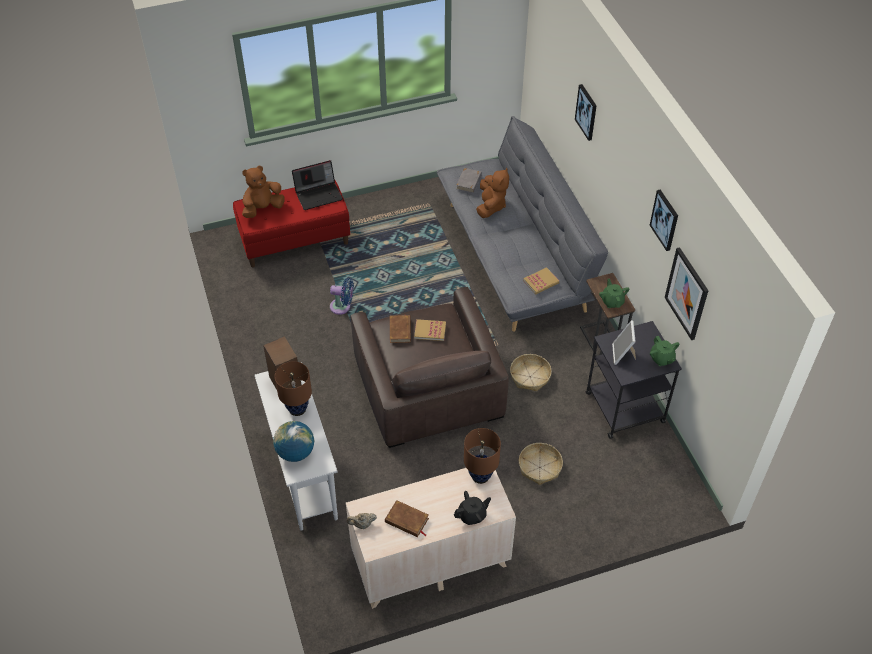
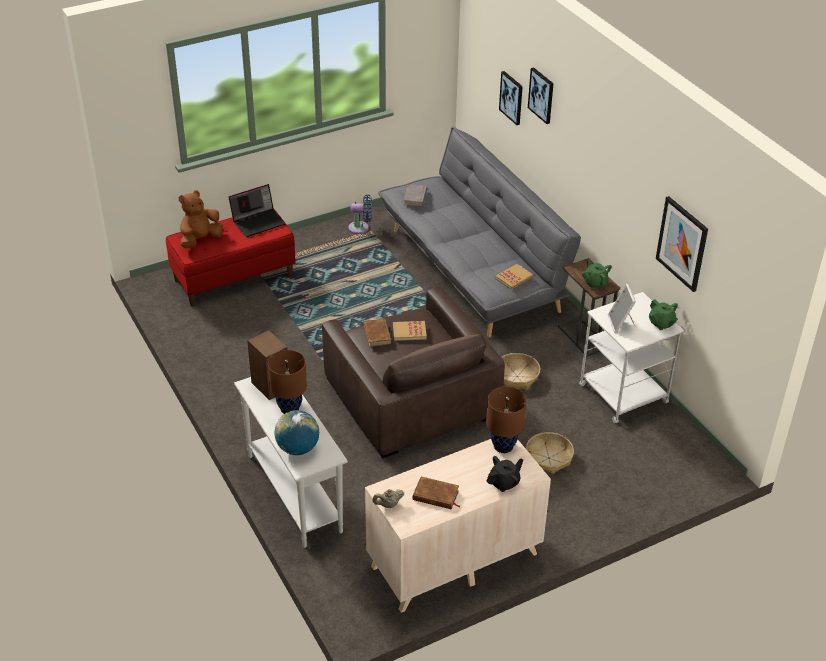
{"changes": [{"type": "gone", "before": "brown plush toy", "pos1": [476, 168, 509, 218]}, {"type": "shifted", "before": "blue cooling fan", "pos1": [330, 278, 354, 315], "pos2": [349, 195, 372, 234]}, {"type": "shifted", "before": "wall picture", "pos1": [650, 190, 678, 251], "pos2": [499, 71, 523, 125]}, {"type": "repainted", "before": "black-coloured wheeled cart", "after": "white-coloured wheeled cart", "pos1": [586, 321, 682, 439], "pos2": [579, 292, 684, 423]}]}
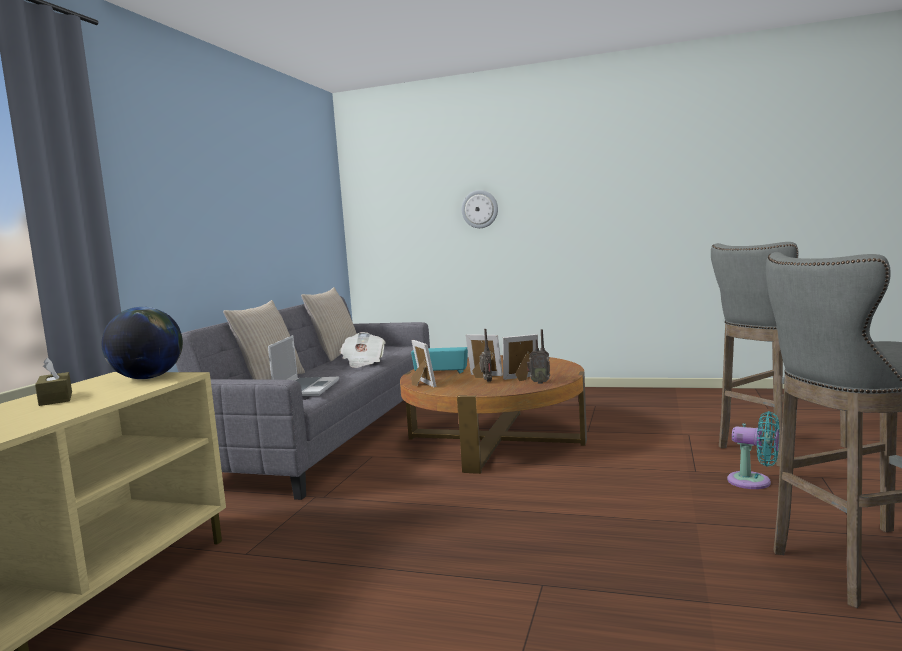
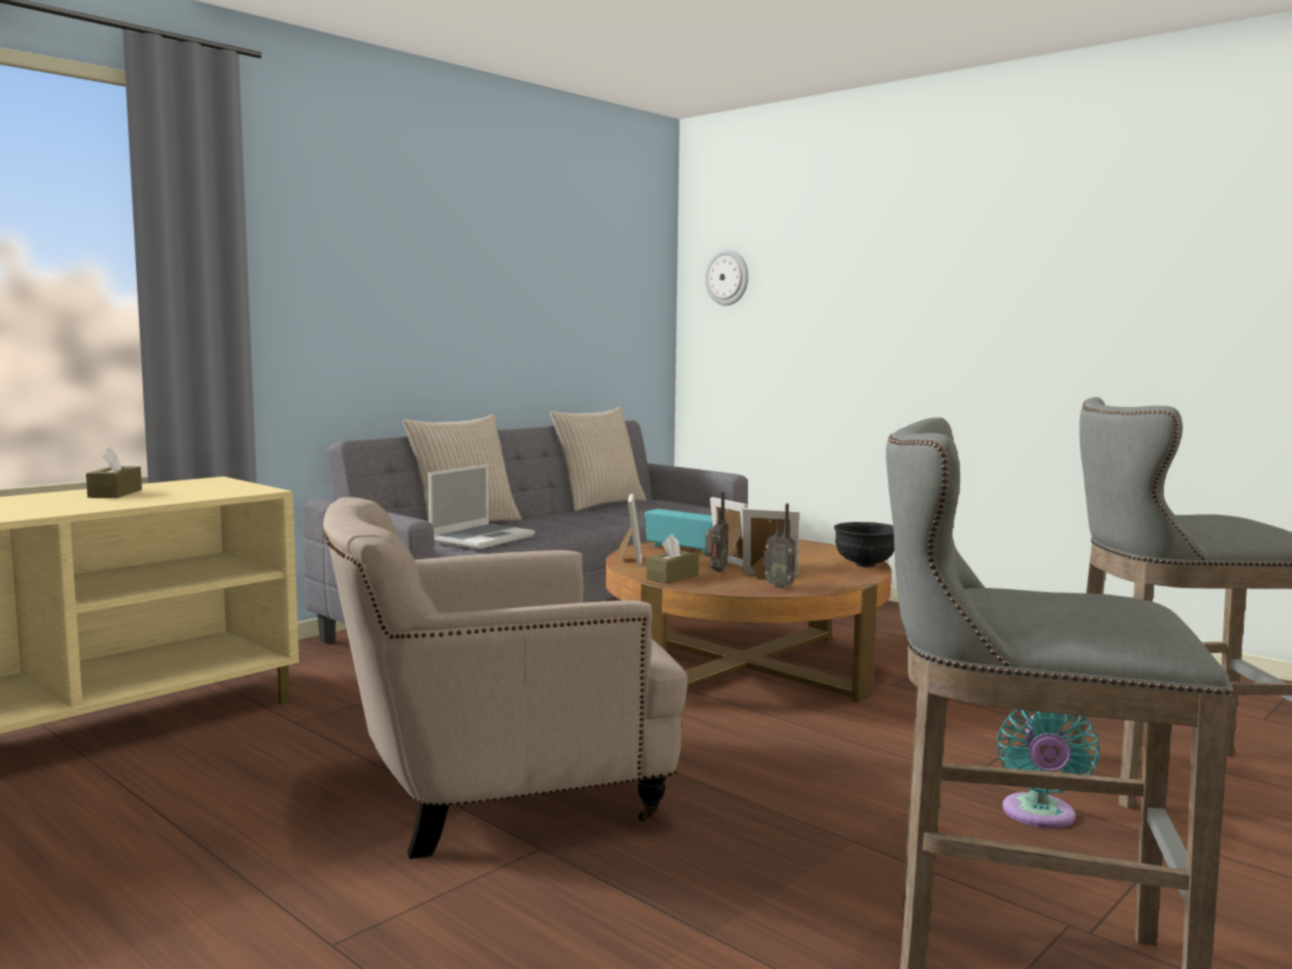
{"changes": [{"type": "gone", "before": "desk globe", "pos1": [102, 307, 183, 379]}, {"type": "gone", "before": "newspaper", "pos1": [340, 332, 386, 368]}, {"type": "new", "after": "sand-coloured lounge chair", "pos2": [322, 497, 687, 859]}, {"type": "new", "after": "brown tissue box", "pos2": [646, 534, 699, 583]}, {"type": "new", "after": "black-coloured bowl", "pos2": [834, 522, 894, 567]}, {"type": "shifted", "before": "clock on the wall", "pos1": [462, 190, 498, 228], "pos2": [705, 249, 748, 306]}, {"type": "rotated", "before": "blue-green cooling fan", "pos1": [727, 411, 780, 489], "pos2": [997, 709, 1099, 828], "turn": 45}]}
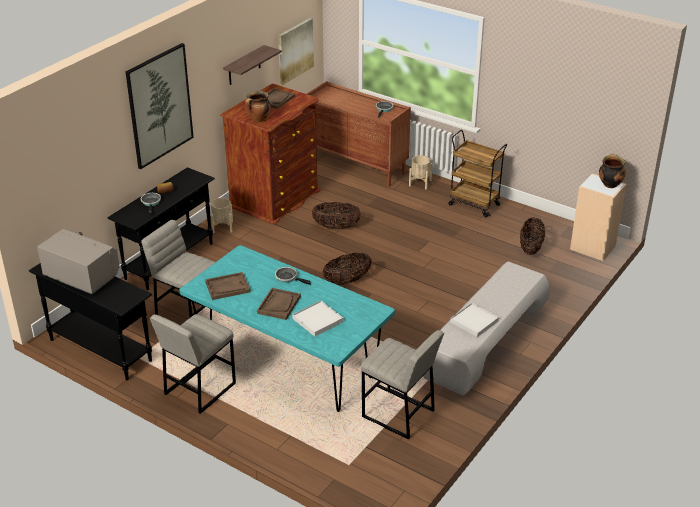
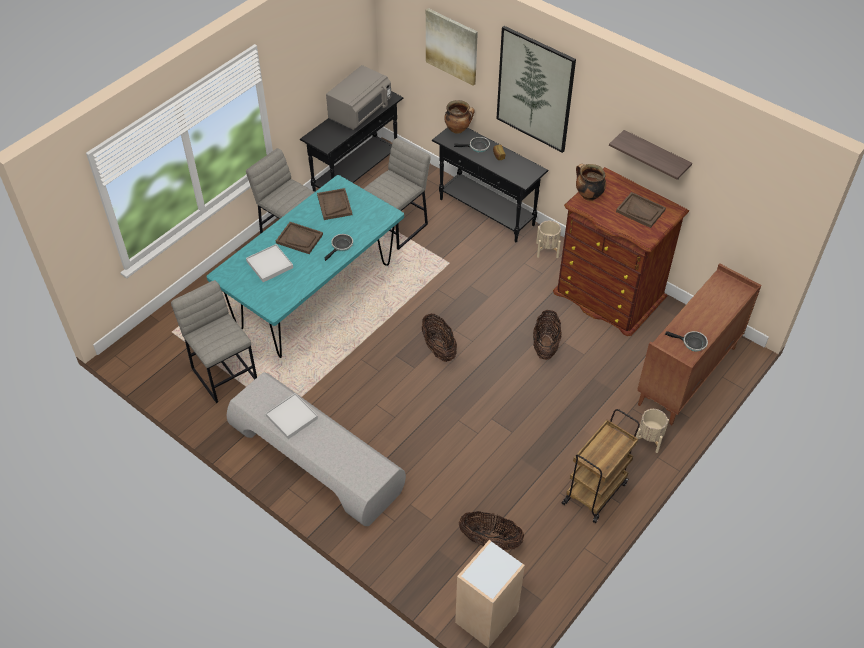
{"changes": [{"type": "shifted", "before": "wall picture", "pos1": [278, 18, 314, 85], "pos2": [426, 8, 478, 86]}, {"type": "shifted", "before": "stockpot", "pos1": [599, 153, 626, 188], "pos2": [444, 100, 475, 134]}, {"type": "rotated", "before": "grey upright chair", "pos1": [361, 330, 444, 439], "pos2": [171, 280, 257, 403], "turn": 105}]}
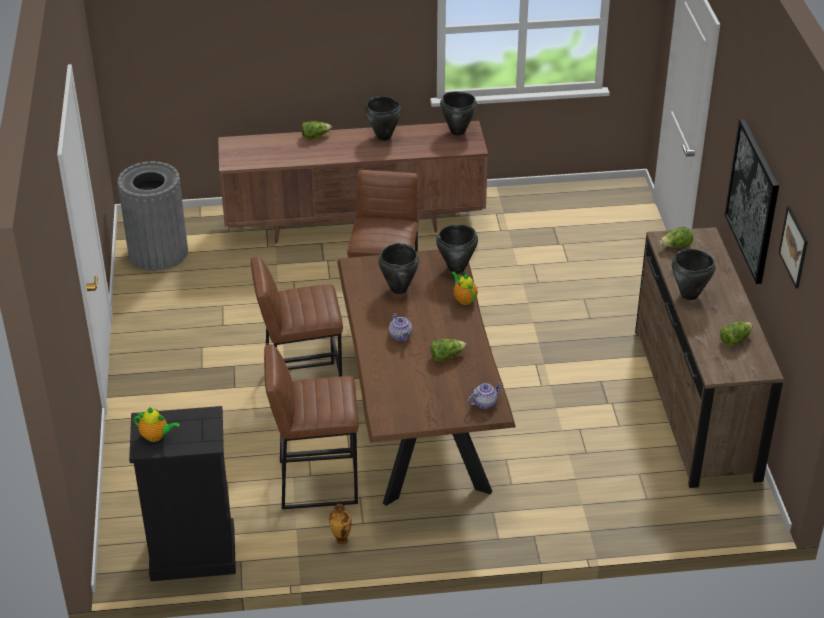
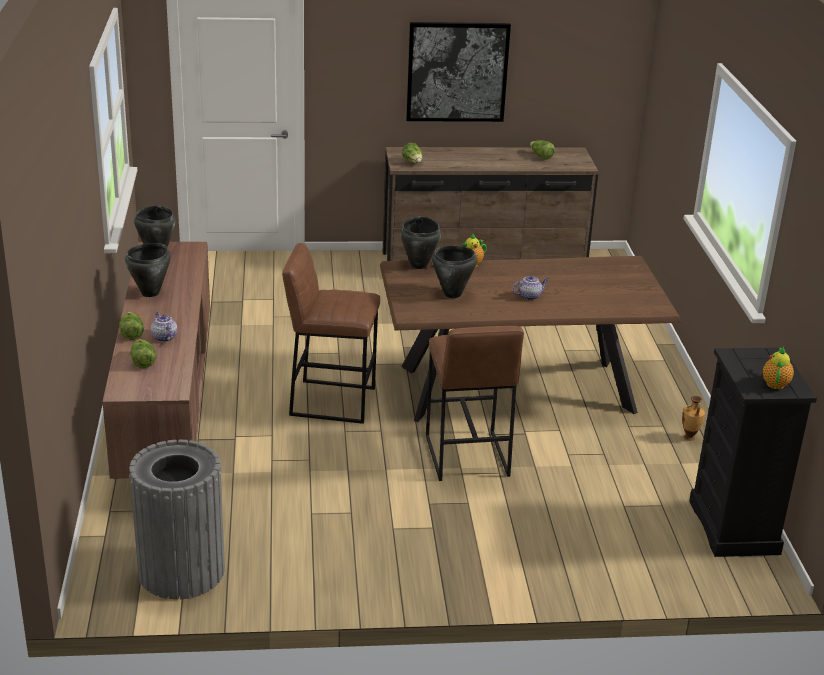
{"changes": [{"type": "gone", "before": "brown stool", "pos1": [264, 344, 359, 509]}, {"type": "gone", "before": "black-coloured stockpot", "pos1": [672, 249, 715, 300]}, {"type": "gone", "before": "wall picture", "pos1": [779, 206, 808, 288]}, {"type": "shifted", "before": "lettuce", "pos1": [430, 339, 466, 361], "pos2": [130, 339, 157, 368]}, {"type": "shifted", "before": "tea pot", "pos1": [468, 383, 503, 409], "pos2": [151, 312, 177, 342]}]}
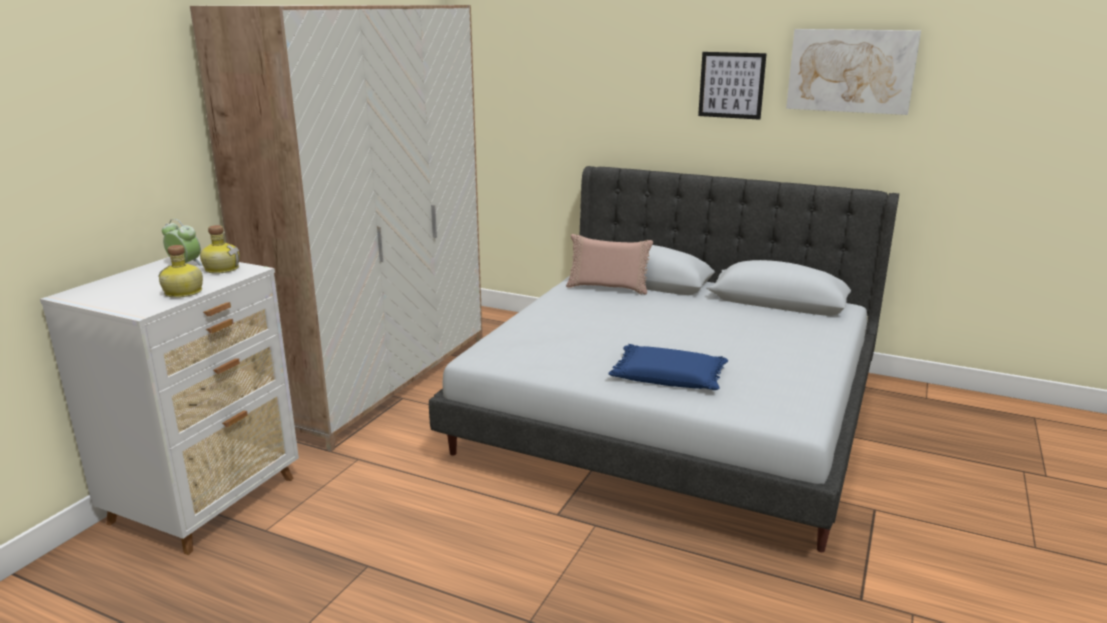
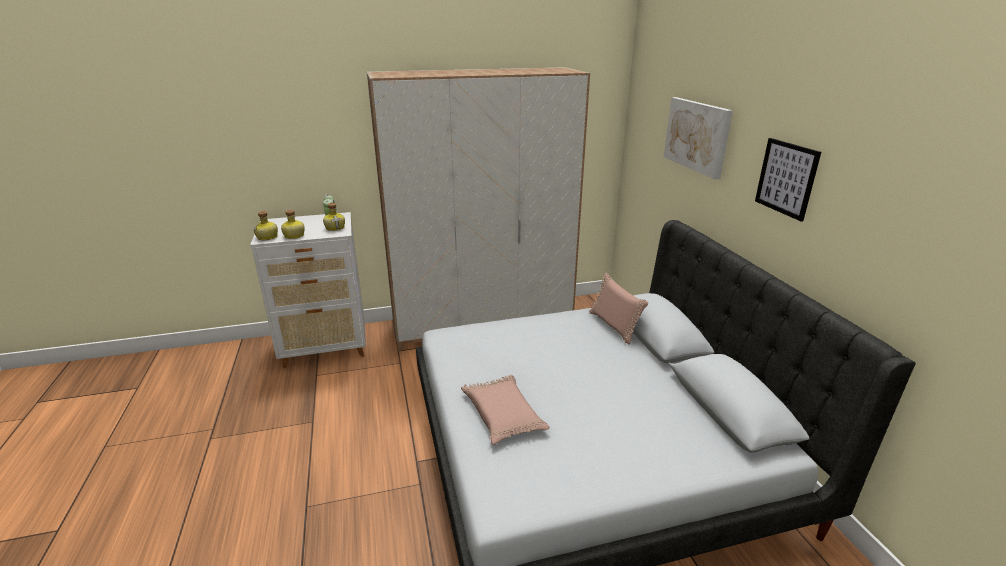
{"changes": [{"type": "new", "after": "drink bottle", "pos2": [254, 211, 278, 240]}, {"type": "shifted", "before": "wall picture", "pos1": [786, 29, 921, 115], "pos2": [664, 97, 733, 179]}, {"type": "repainted", "before": "blue pillow", "after": "sand-coloured pillow", "pos1": [608, 344, 728, 390], "pos2": [461, 375, 550, 445]}]}
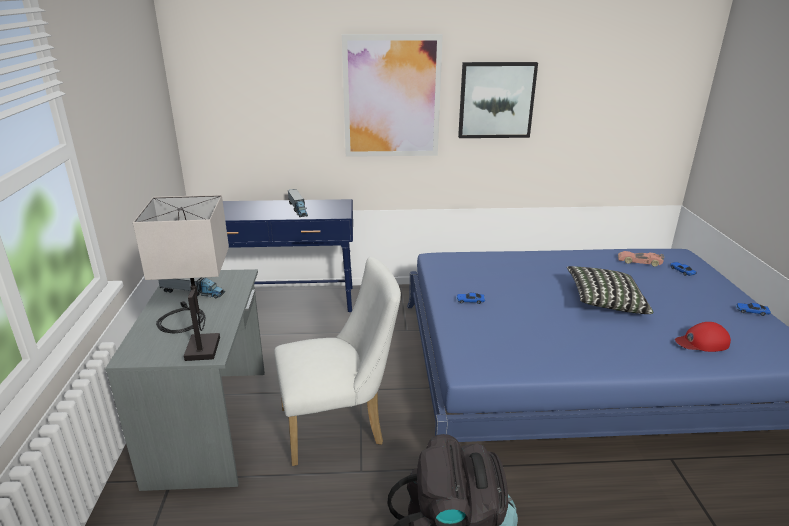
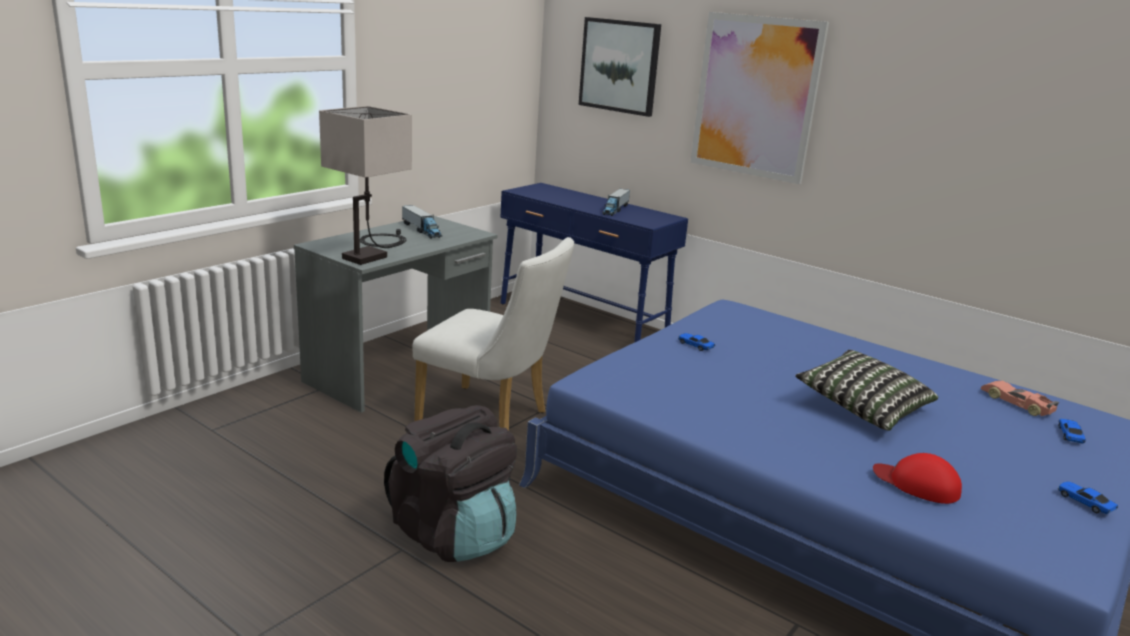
{"changes": [{"type": "shifted", "before": "wall picture", "pos1": [458, 62, 538, 138], "pos2": [579, 17, 661, 117]}]}
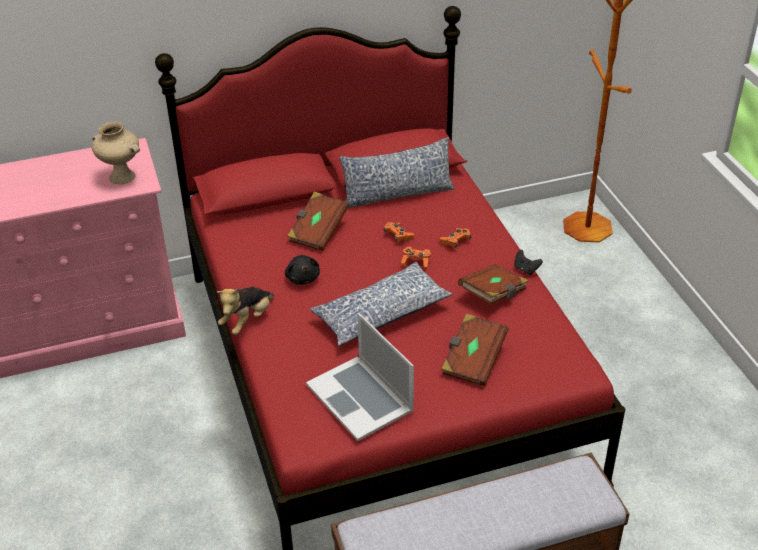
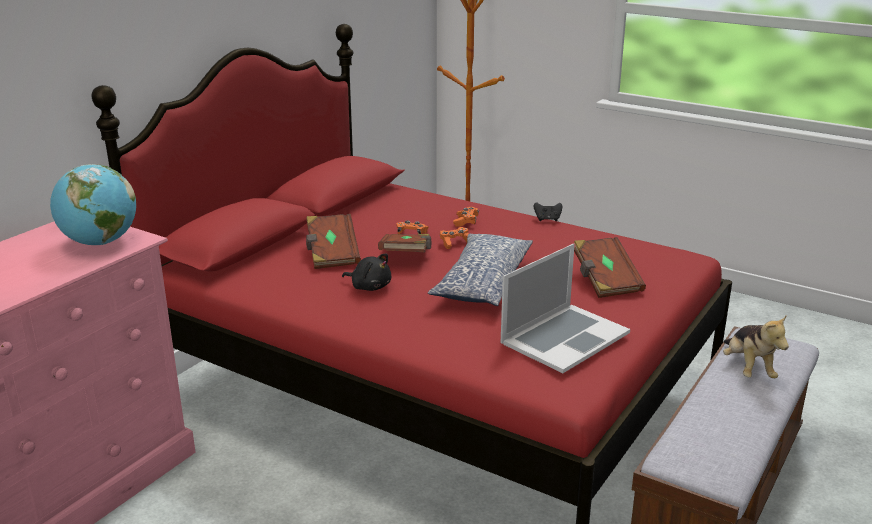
{"changes": [{"type": "gone", "before": "pillow", "pos1": [339, 137, 455, 208]}, {"type": "shifted", "before": "plush toy", "pos1": [217, 287, 274, 335], "pos2": [723, 315, 789, 378]}, {"type": "shifted", "before": "brown volume", "pos1": [458, 264, 529, 304], "pos2": [378, 234, 431, 252]}, {"type": "swapped", "before": "sand-coloured vase", "after": "desk globe", "pos1": [92, 121, 140, 184], "pos2": [50, 164, 136, 245]}, {"type": "rotated", "before": "laptop", "pos1": [306, 313, 414, 441], "pos2": [501, 243, 630, 373], "turn": -60}]}
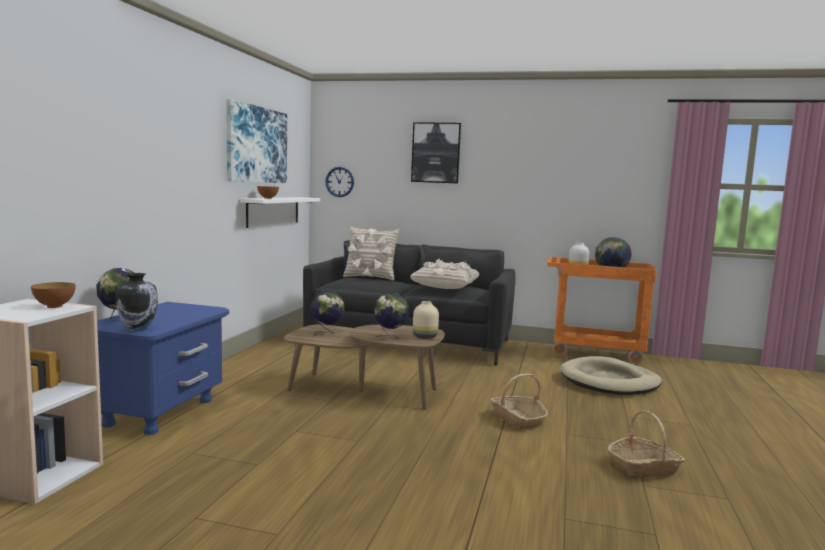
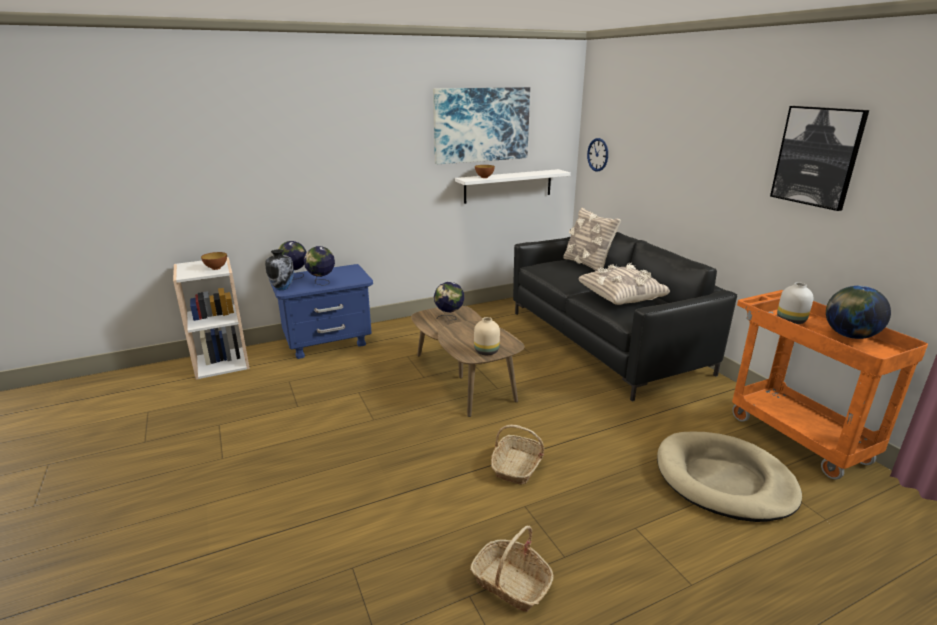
{"changes": [{"type": "shifted", "before": "desk globe", "pos1": [374, 293, 409, 339], "pos2": [304, 246, 335, 286]}, {"type": "shifted", "before": "wall picture", "pos1": [411, 122, 461, 183], "pos2": [770, 106, 869, 211]}]}
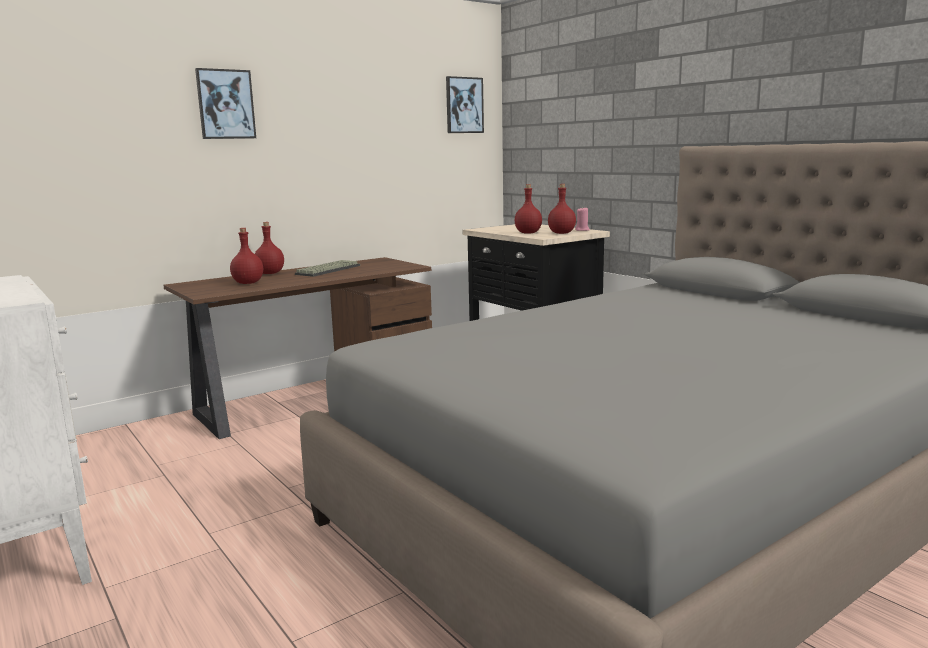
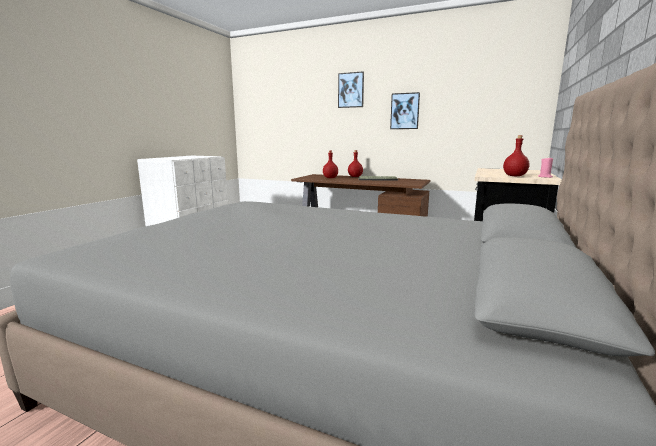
{"changes": [{"type": "gone", "before": "red drink bottle", "pos1": [515, 184, 542, 233]}, {"type": "shifted", "before": "wall picture", "pos1": [446, 76, 484, 133], "pos2": [390, 92, 420, 129]}]}
